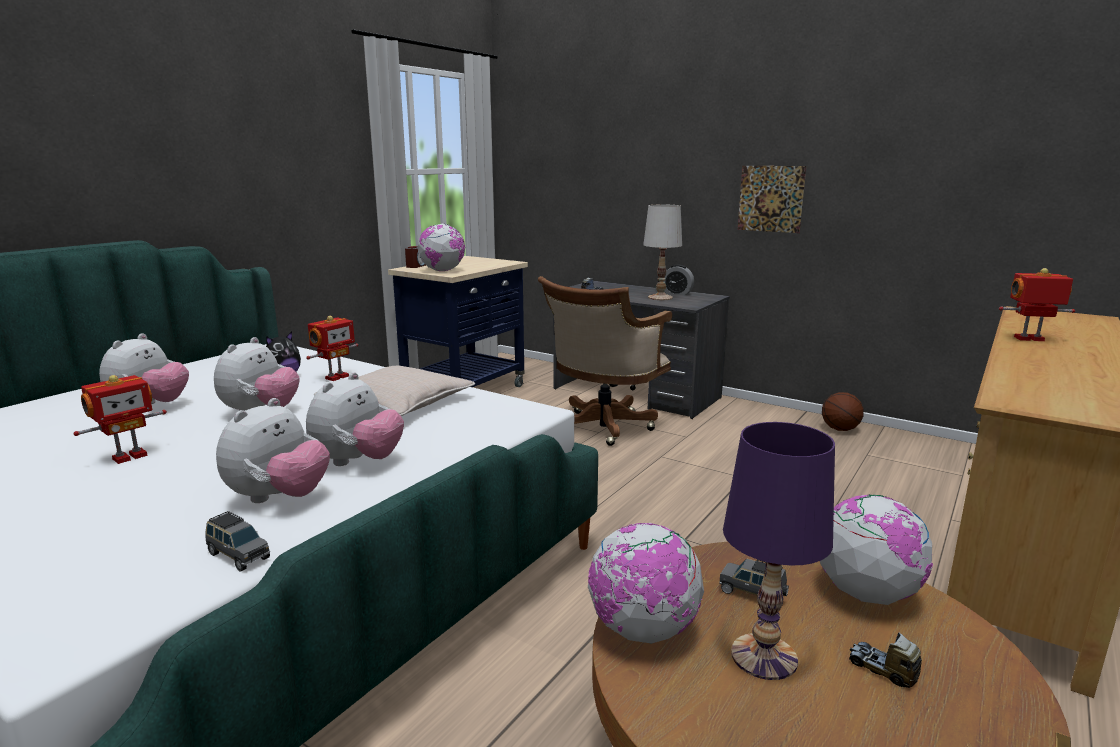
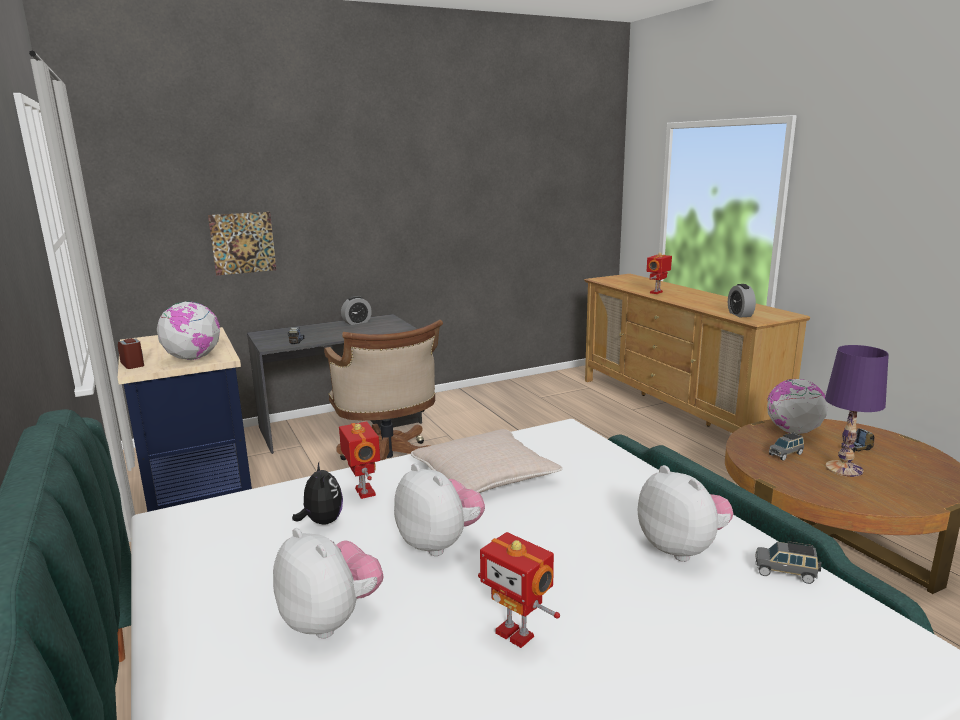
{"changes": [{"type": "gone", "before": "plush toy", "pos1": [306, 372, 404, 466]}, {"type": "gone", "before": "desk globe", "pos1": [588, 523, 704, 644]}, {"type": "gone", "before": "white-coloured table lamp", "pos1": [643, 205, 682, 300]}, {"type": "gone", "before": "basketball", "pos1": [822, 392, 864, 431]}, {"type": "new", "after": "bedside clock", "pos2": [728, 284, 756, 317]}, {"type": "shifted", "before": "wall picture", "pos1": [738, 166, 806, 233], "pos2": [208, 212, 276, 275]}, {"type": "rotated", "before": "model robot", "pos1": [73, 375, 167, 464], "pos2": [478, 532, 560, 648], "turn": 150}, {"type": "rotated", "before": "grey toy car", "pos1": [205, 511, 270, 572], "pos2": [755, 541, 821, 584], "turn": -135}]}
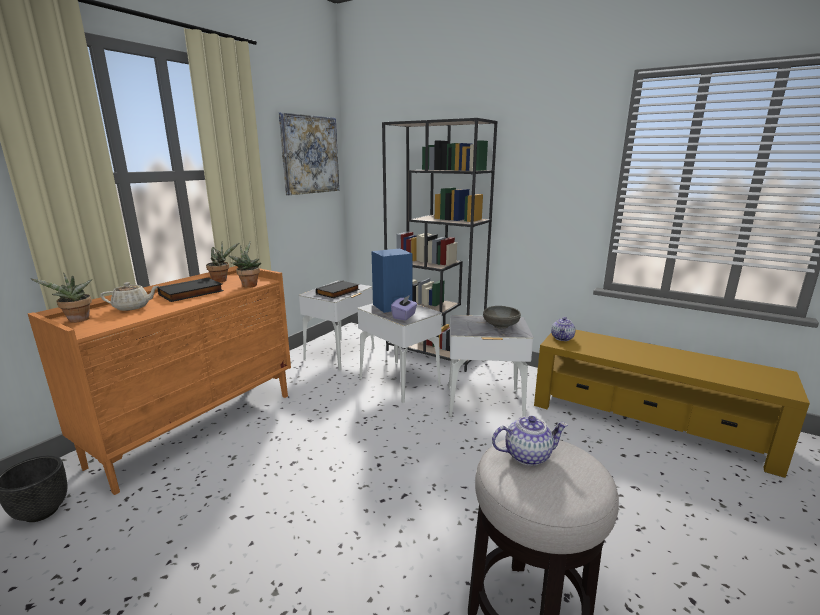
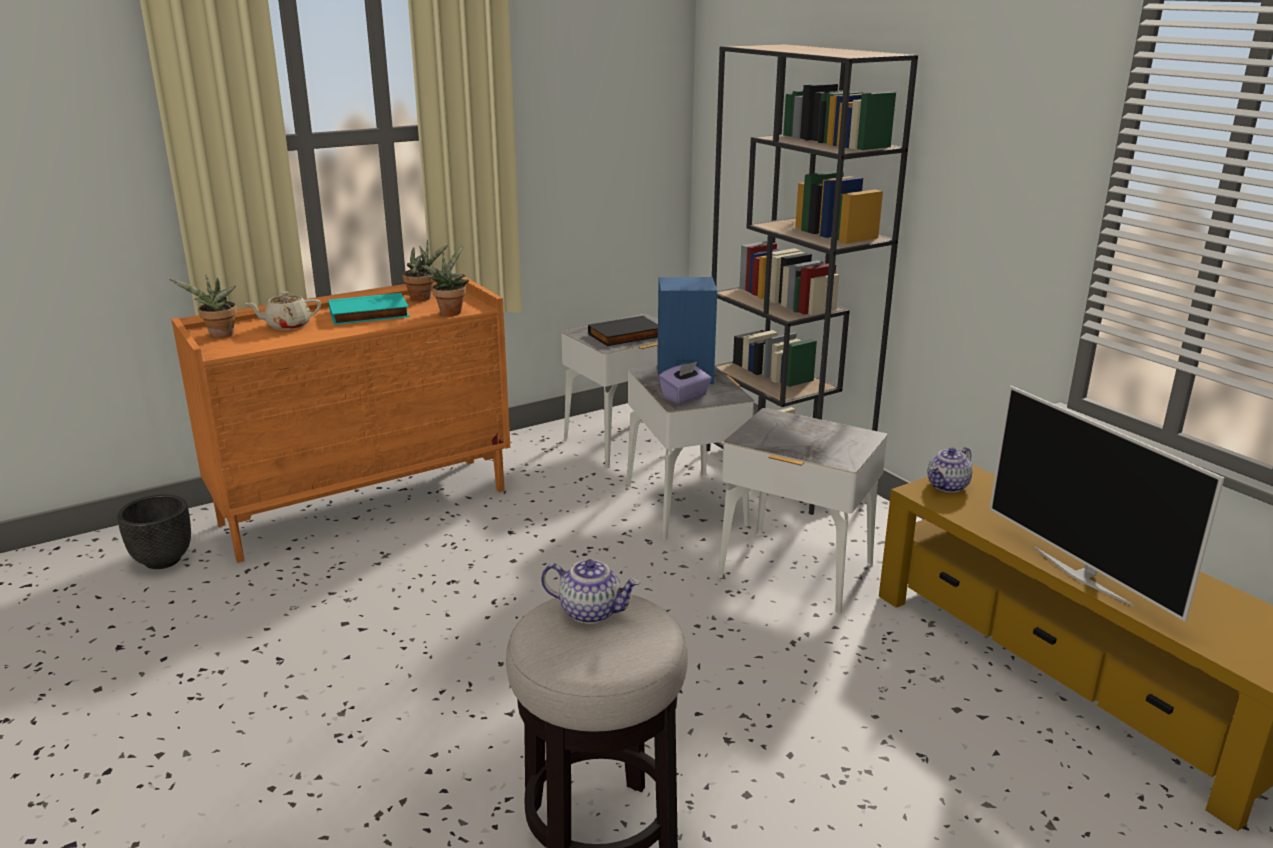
{"changes": [{"type": "gone", "before": "wall picture", "pos1": [279, 112, 339, 195]}, {"type": "gone", "before": "grey bowl", "pos1": [483, 306, 521, 329]}, {"type": "new", "after": "television", "pos2": [990, 386, 1224, 622]}, {"type": "repainted", "before": "black-coloured volume", "after": "blue-green volume", "pos1": [157, 278, 224, 302], "pos2": [328, 293, 410, 325]}, {"type": "rotated", "before": "sand-coloured tea pot", "pos1": [100, 282, 158, 311], "pos2": [245, 292, 321, 330], "turn": 150}]}
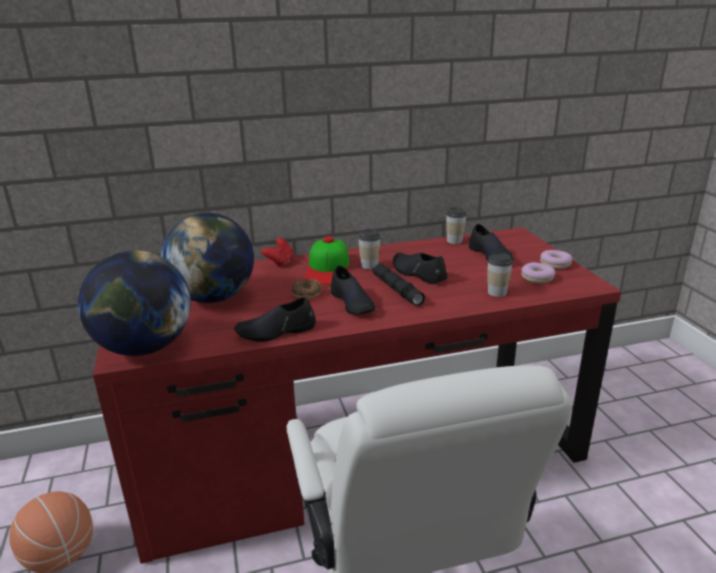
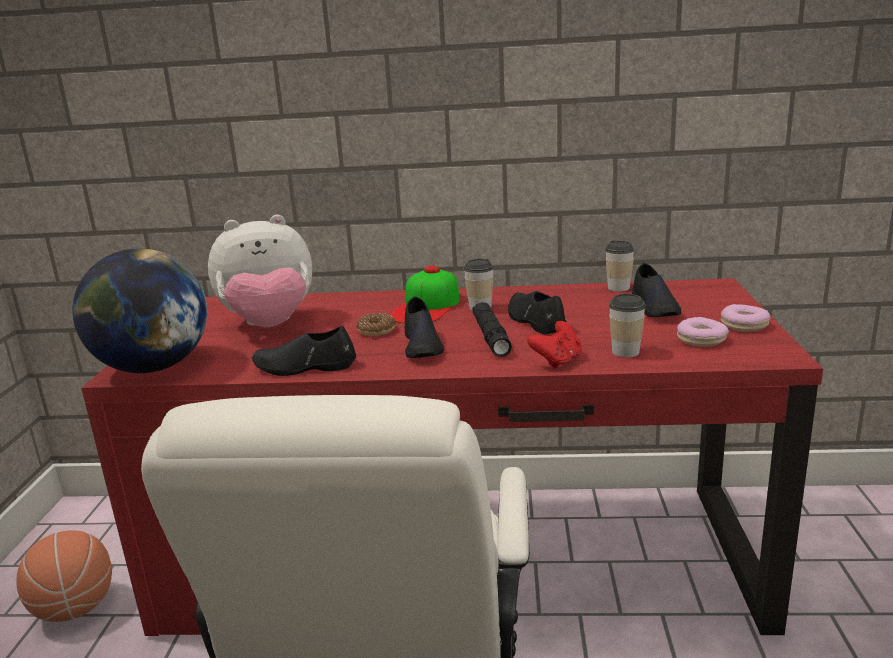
{"changes": [{"type": "shifted", "before": "red joypad", "pos1": [261, 238, 294, 267], "pos2": [527, 321, 582, 369]}, {"type": "swapped", "before": "desk globe", "after": "plush toy", "pos1": [161, 213, 254, 303], "pos2": [208, 215, 312, 327]}]}
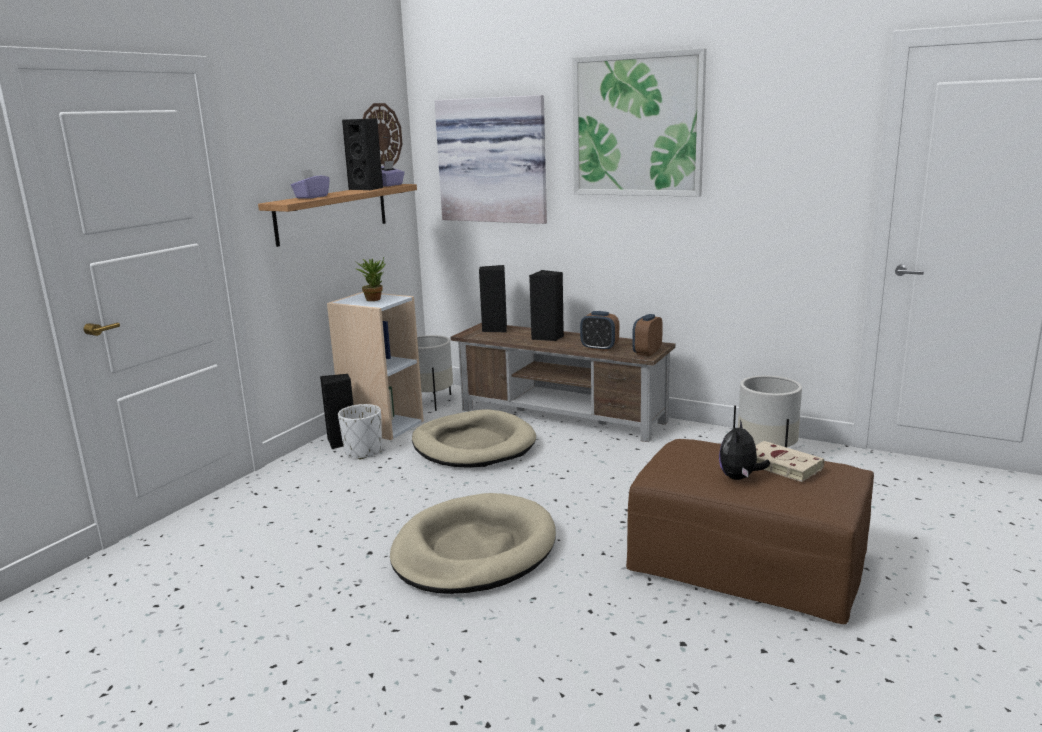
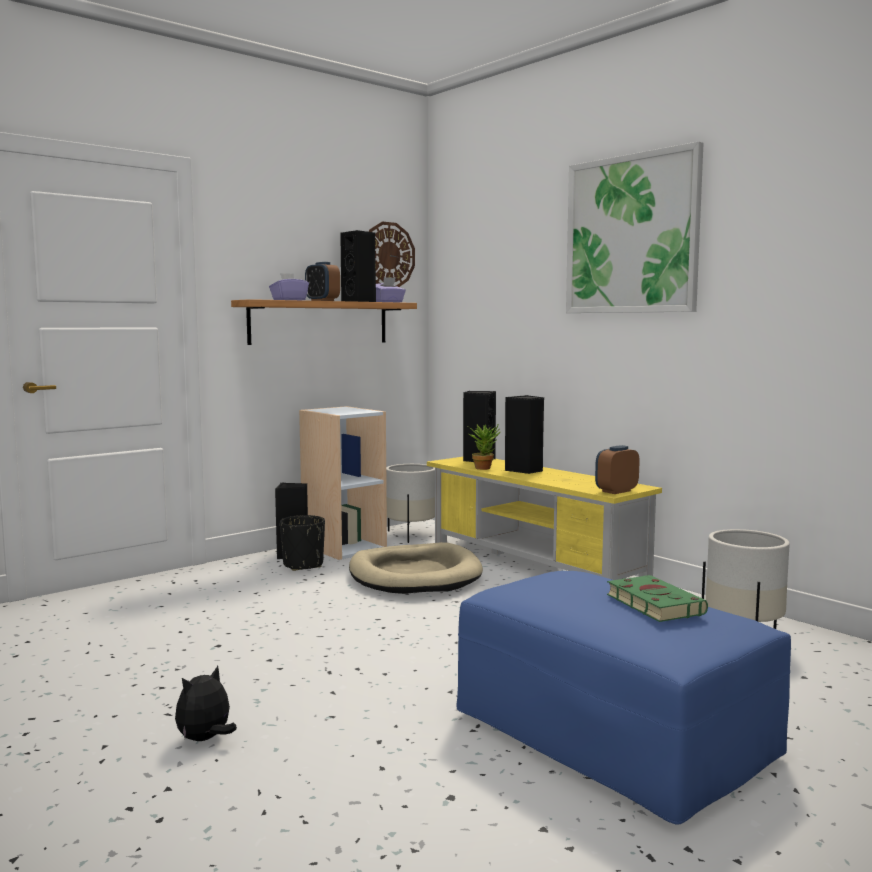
{"changes": [{"type": "gone", "before": "sand-coloured pet bed", "pos1": [390, 493, 556, 594]}, {"type": "gone", "before": "wall picture", "pos1": [435, 95, 547, 224]}, {"type": "shifted", "before": "plant in a pot", "pos1": [354, 257, 386, 301], "pos2": [468, 424, 501, 470]}, {"type": "shifted", "before": "bedside clock", "pos1": [580, 311, 619, 351], "pos2": [305, 262, 340, 301]}, {"type": "shifted", "before": "plush toy", "pos1": [719, 420, 770, 480], "pos2": [175, 666, 237, 741]}, {"type": "repainted", "before": "white-coloured planter", "after": "black-coloured planter", "pos1": [338, 404, 382, 460], "pos2": [280, 515, 325, 571]}, {"type": "repainted", "before": "brown tv stand", "after": "yellowish tv stand", "pos1": [451, 323, 676, 442], "pos2": [427, 457, 662, 580]}, {"type": "repainted", "before": "brown pouffe", "after": "blue pouffe", "pos1": [626, 439, 874, 624], "pos2": [456, 571, 791, 825]}, {"type": "repainted", "before": "sand-coloured volume", "after": "green-coloured volume", "pos1": [756, 441, 825, 482], "pos2": [607, 575, 708, 622]}]}
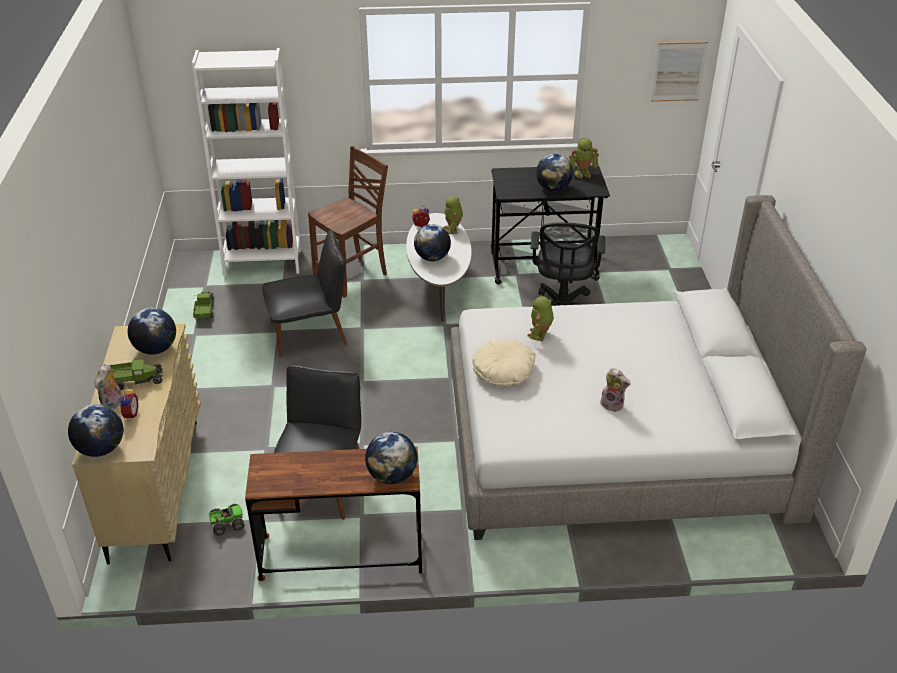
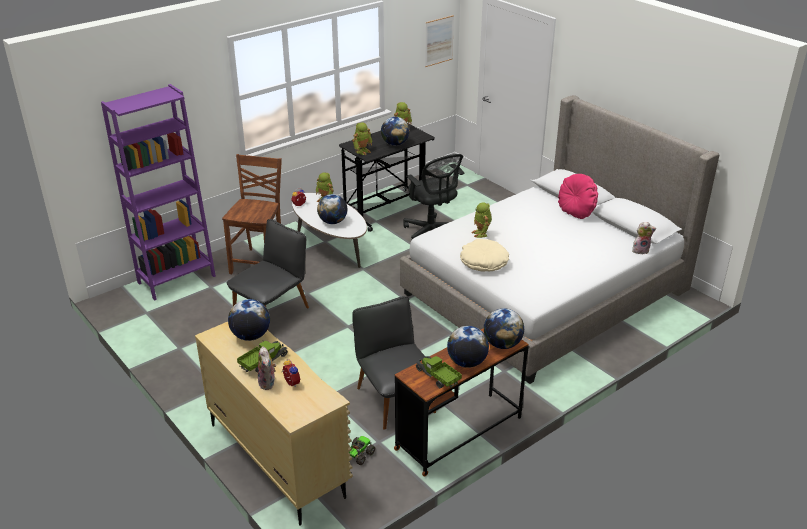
{"changes": [{"type": "new", "after": "model robot", "pos2": [352, 122, 372, 155]}, {"type": "new", "after": "pink pillow", "pos2": [558, 174, 598, 219]}, {"type": "shifted", "before": "desk globe", "pos1": [68, 404, 123, 457], "pos2": [447, 326, 489, 368]}, {"type": "shifted", "before": "toy truck", "pos1": [193, 292, 214, 320], "pos2": [416, 356, 462, 389]}, {"type": "shifted", "before": "plush toy", "pos1": [600, 368, 631, 412], "pos2": [632, 222, 656, 254]}, {"type": "repainted", "before": "white-coloured bookshelf", "after": "purple-coloured bookshelf", "pos1": [192, 48, 301, 277], "pos2": [101, 84, 216, 300]}]}
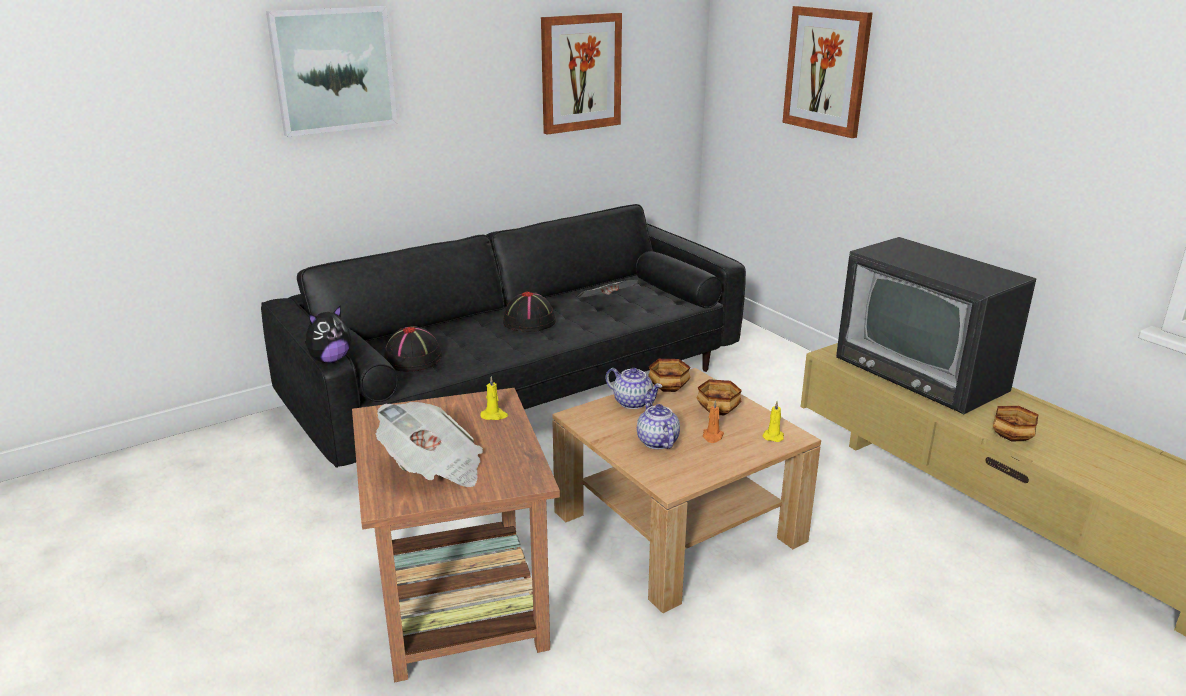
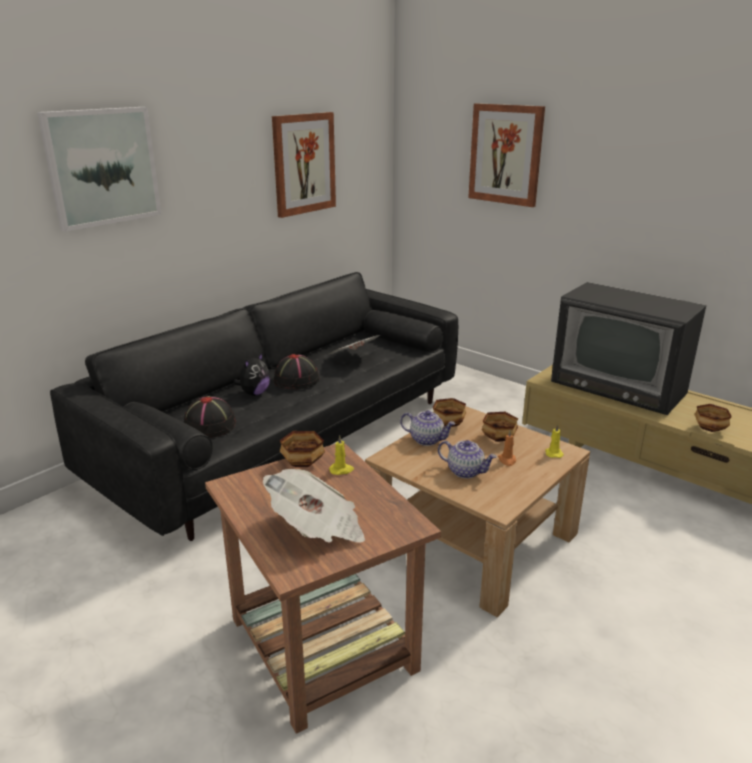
{"changes": [{"type": "new", "after": "bowl", "pos2": [280, 431, 325, 467]}, {"type": "shifted", "before": "plush toy", "pos1": [305, 306, 351, 363], "pos2": [233, 353, 270, 396]}, {"type": "rotated", "before": "tea pot", "pos1": [637, 399, 680, 449], "pos2": [438, 440, 497, 479], "turn": 150}]}
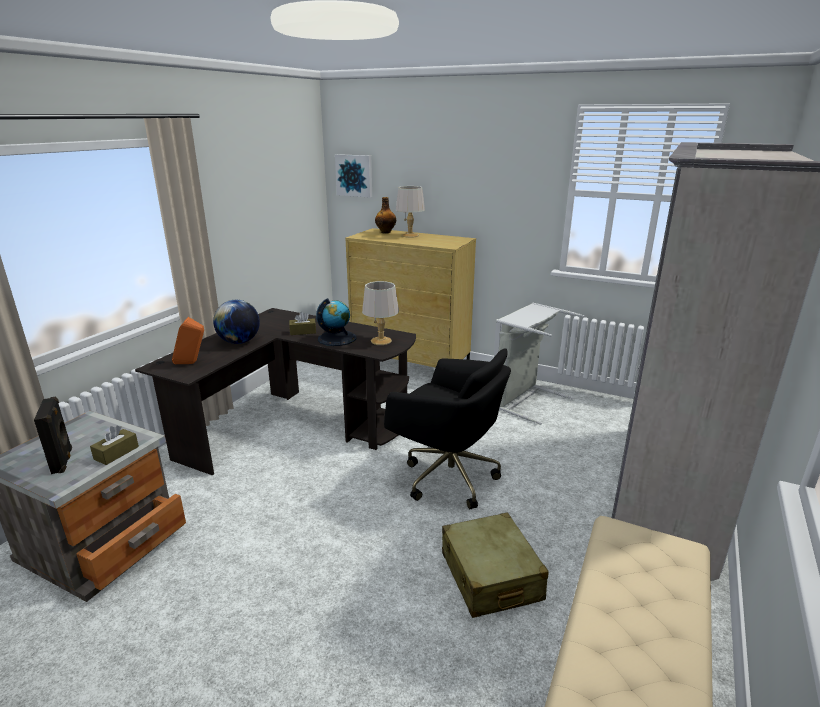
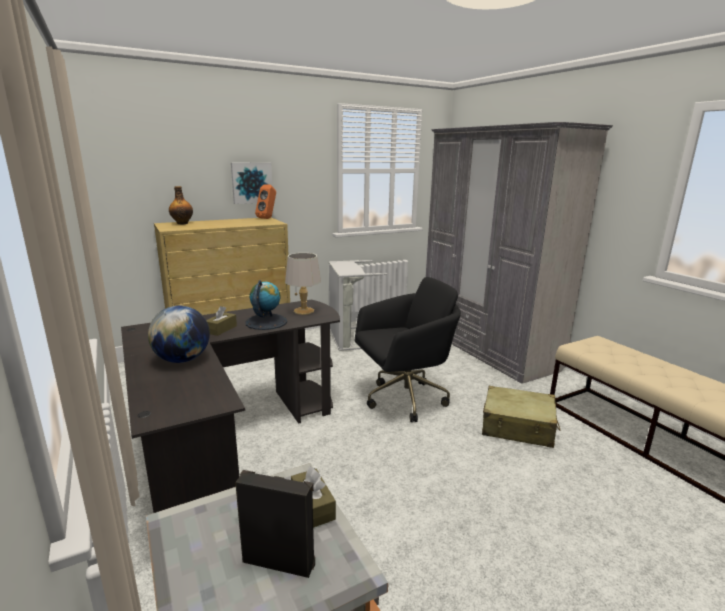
{"changes": [{"type": "gone", "before": "grey table lamp", "pos1": [396, 186, 425, 238]}, {"type": "shifted", "before": "orange loudspeaker", "pos1": [172, 317, 204, 364], "pos2": [255, 184, 276, 219]}, {"type": "shifted", "before": "wall picture", "pos1": [335, 154, 372, 198], "pos2": [231, 163, 272, 204]}]}
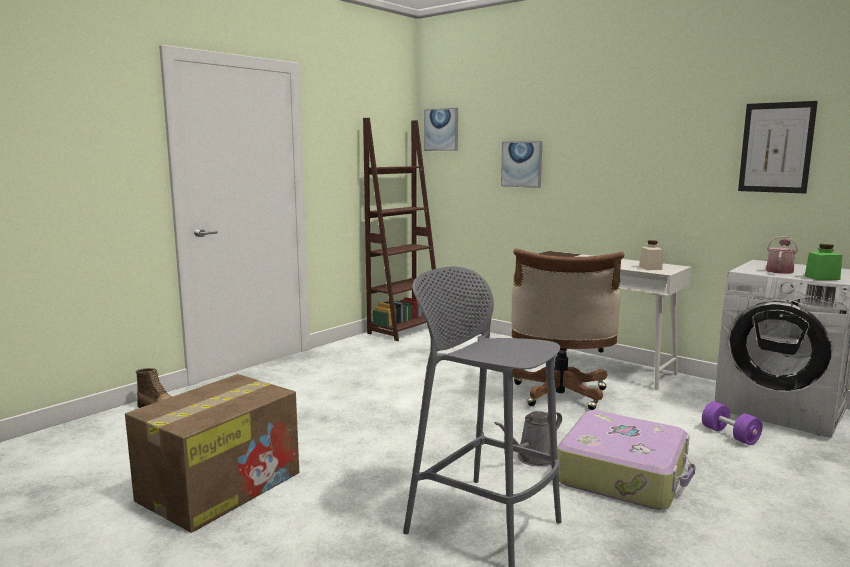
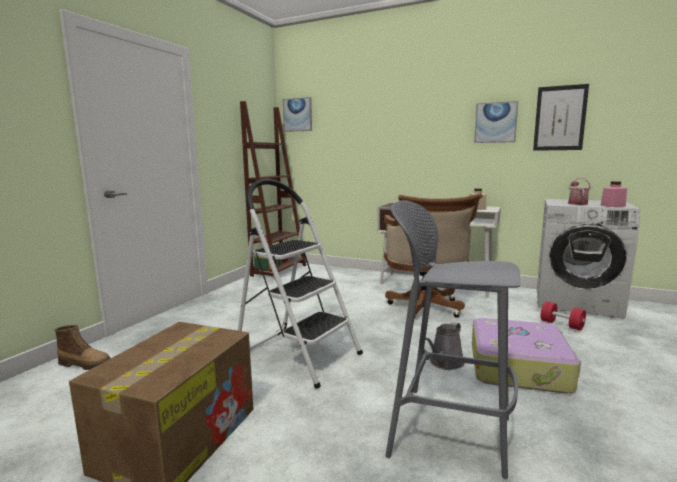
{"changes": [{"type": "new", "after": "step ladder", "pos2": [238, 179, 363, 388]}, {"type": "shifted", "before": "wall picture", "pos1": [501, 141, 543, 188], "pos2": [474, 101, 518, 143]}, {"type": "repainted", "before": "purple-coloured dumbbell", "after": "red dumbbell", "pos1": [702, 401, 763, 445], "pos2": [541, 301, 586, 331]}, {"type": "repainted", "before": "green-coloured jar", "after": "pink jar", "pos1": [805, 244, 842, 280], "pos2": [600, 181, 627, 207]}]}
